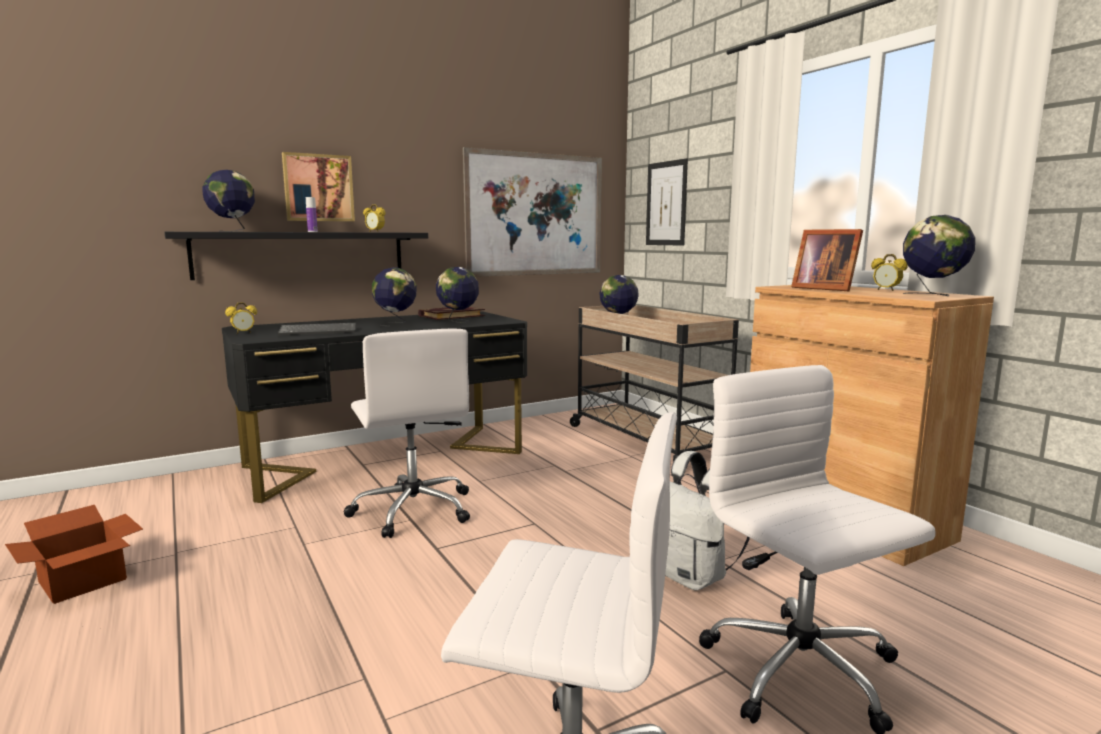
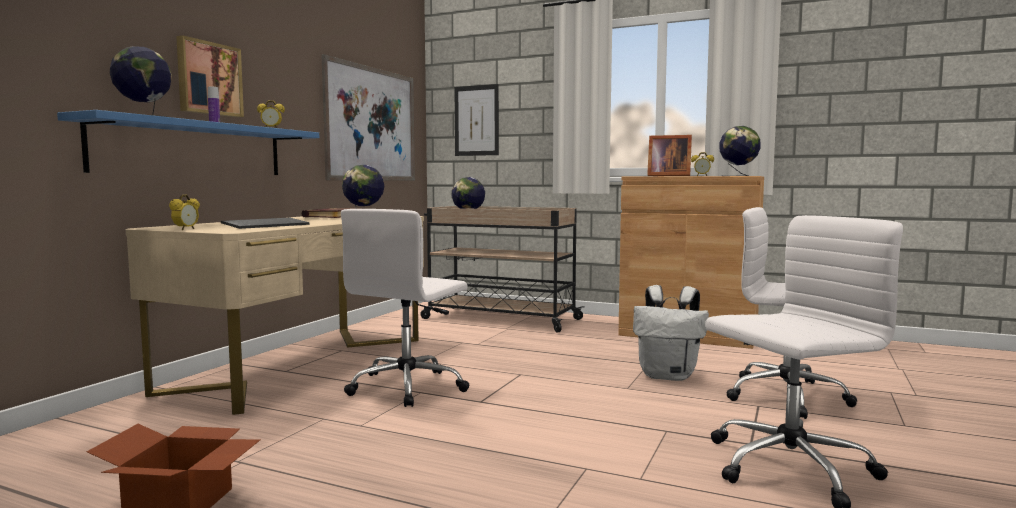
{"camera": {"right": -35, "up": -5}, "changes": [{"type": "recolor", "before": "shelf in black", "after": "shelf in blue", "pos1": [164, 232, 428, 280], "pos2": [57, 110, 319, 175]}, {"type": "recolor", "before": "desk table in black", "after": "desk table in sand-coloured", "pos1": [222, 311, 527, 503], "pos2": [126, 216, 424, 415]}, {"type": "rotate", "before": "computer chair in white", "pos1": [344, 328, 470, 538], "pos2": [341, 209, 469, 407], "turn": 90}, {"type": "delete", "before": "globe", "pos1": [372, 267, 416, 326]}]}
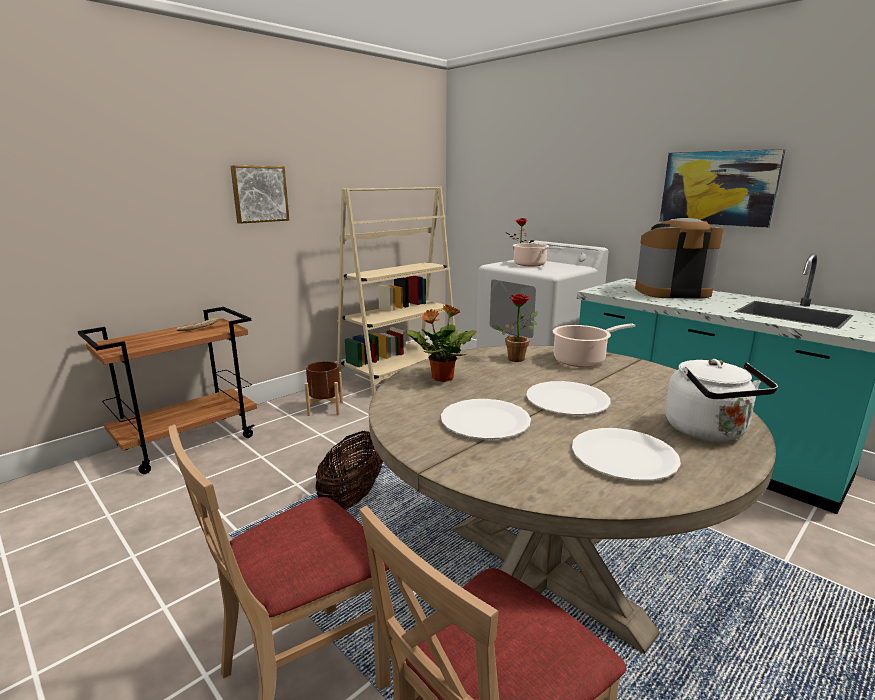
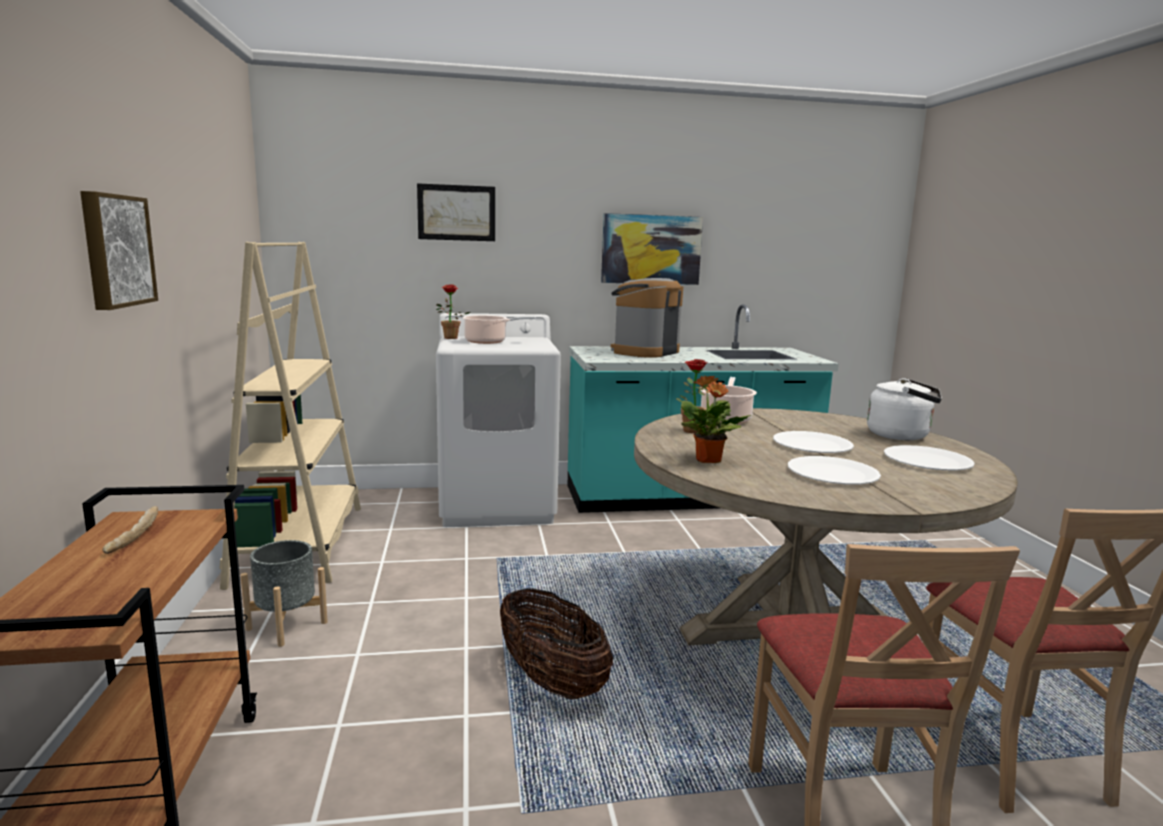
{"camera": {"right": -55, "up": -5}, "changes": [{"type": "recolor", "before": "flower pot in brown", "after": "flower pot in gray", "pos1": [305, 361, 343, 416], "pos2": [241, 540, 328, 647]}, {"type": "insert", "after": "picture", "pos2": [417, 183, 495, 241]}]}
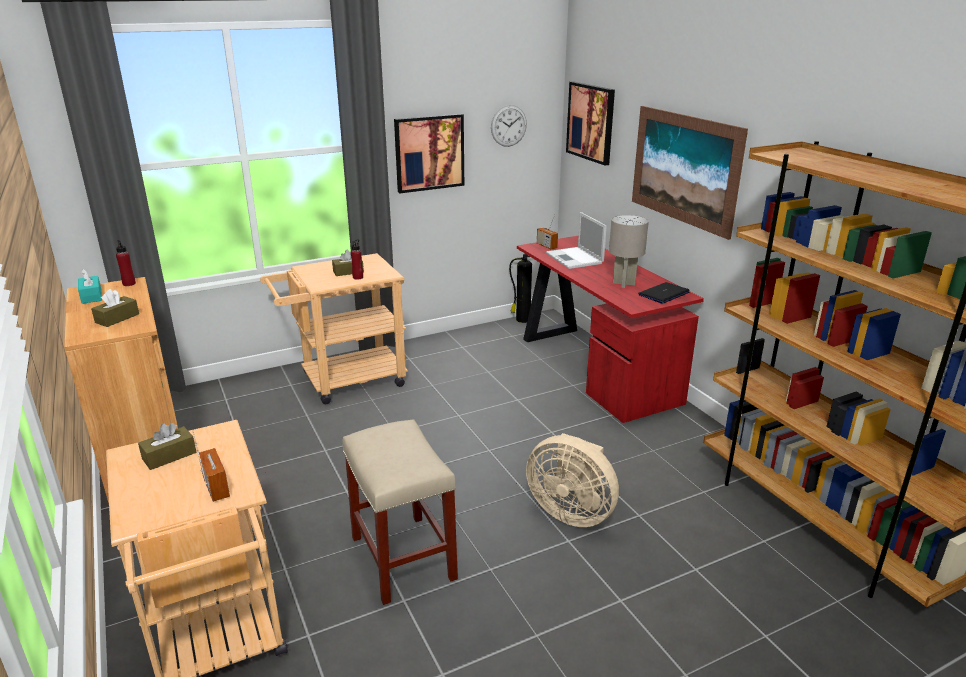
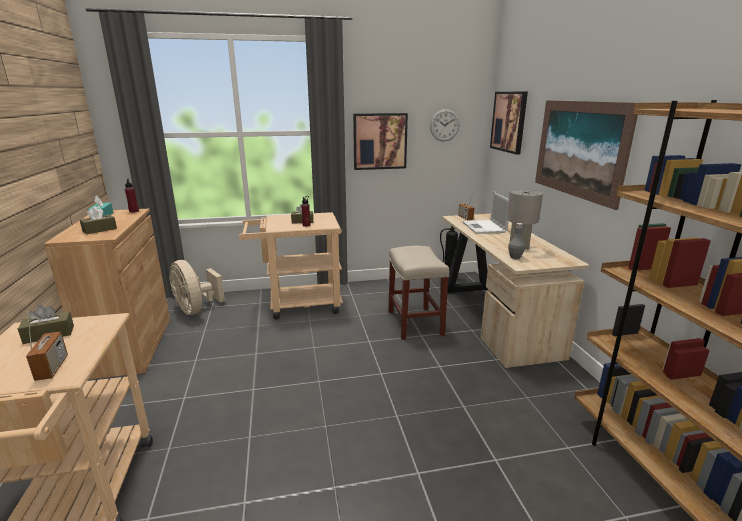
{"camera": {"right": 15, "up": -5}, "changes": [{"type": "move", "before": "fan in sand-coloured", "pos1": [526, 433, 619, 527], "pos2": [169, 260, 225, 315]}, {"type": "move", "before": "stool seat in sand-coloured", "pos1": [343, 419, 458, 605], "pos2": [388, 246, 449, 340]}, {"type": "recolor", "before": "desk table in red-coloured", "after": "desk table in sand-coloured", "pos1": [517, 236, 704, 423], "pos2": [442, 214, 590, 368]}, {"type": "insert", "after": "drink bottle in gray", "pos2": [508, 223, 525, 259]}, {"type": "delete", "before": "laptop", "pos1": [638, 282, 690, 304]}]}
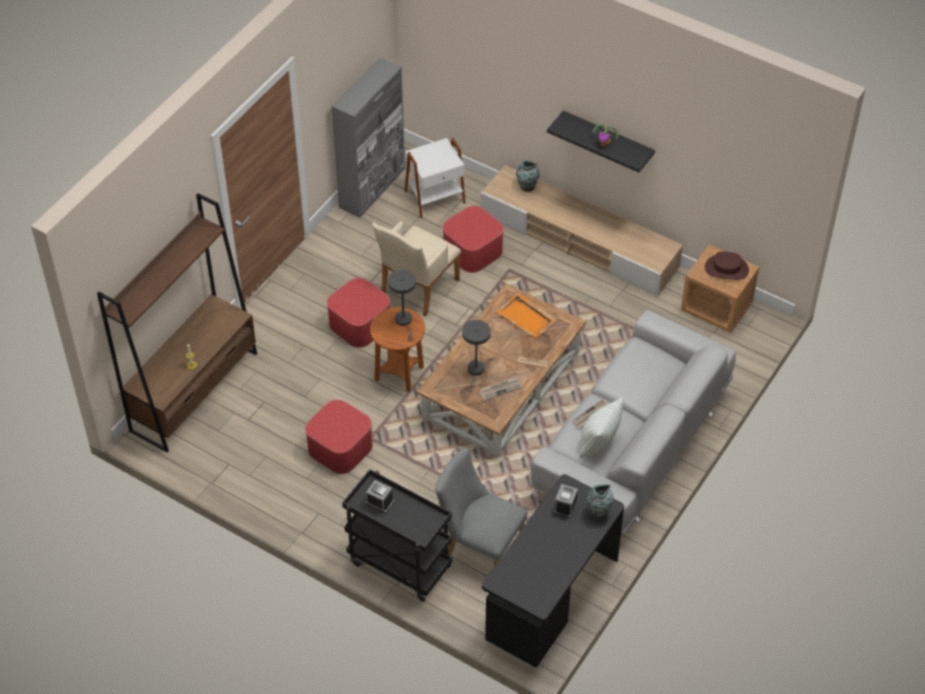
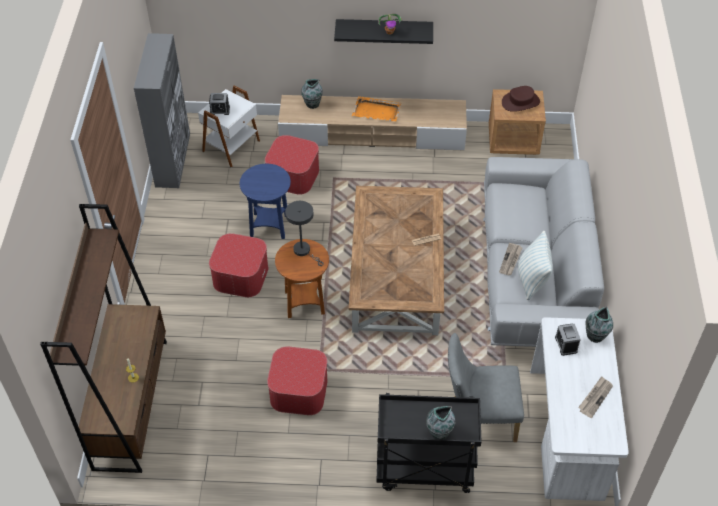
{"camera": {"right": -30, "up": 0}, "changes": [{"type": "move", "before": "alarm clock", "pos1": [366, 480, 394, 513], "pos2": [209, 93, 230, 115]}, {"type": "replace", "before": "easy chair in sand-coloured", "after": "side table in blue", "pos1": [372, 221, 461, 317], "pos2": [240, 164, 291, 239]}, {"type": "move", "before": "tray in orangey", "pos1": [497, 293, 557, 338], "pos2": [352, 96, 401, 122]}, {"type": "insert", "after": "flower vase", "pos2": [426, 406, 455, 439]}, {"type": "recolor", "before": "desk table in black", "after": "desk table in white", "pos1": [482, 474, 624, 668], "pos2": [530, 317, 629, 501]}, {"type": "move", "before": "printed paper", "pos1": [479, 376, 522, 401], "pos2": [578, 376, 613, 418]}, {"type": "delete", "before": "table lamp in gray", "pos1": [462, 320, 491, 392]}]}
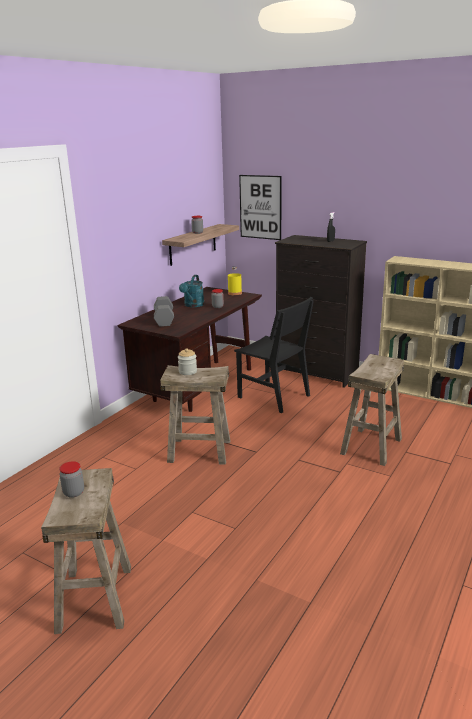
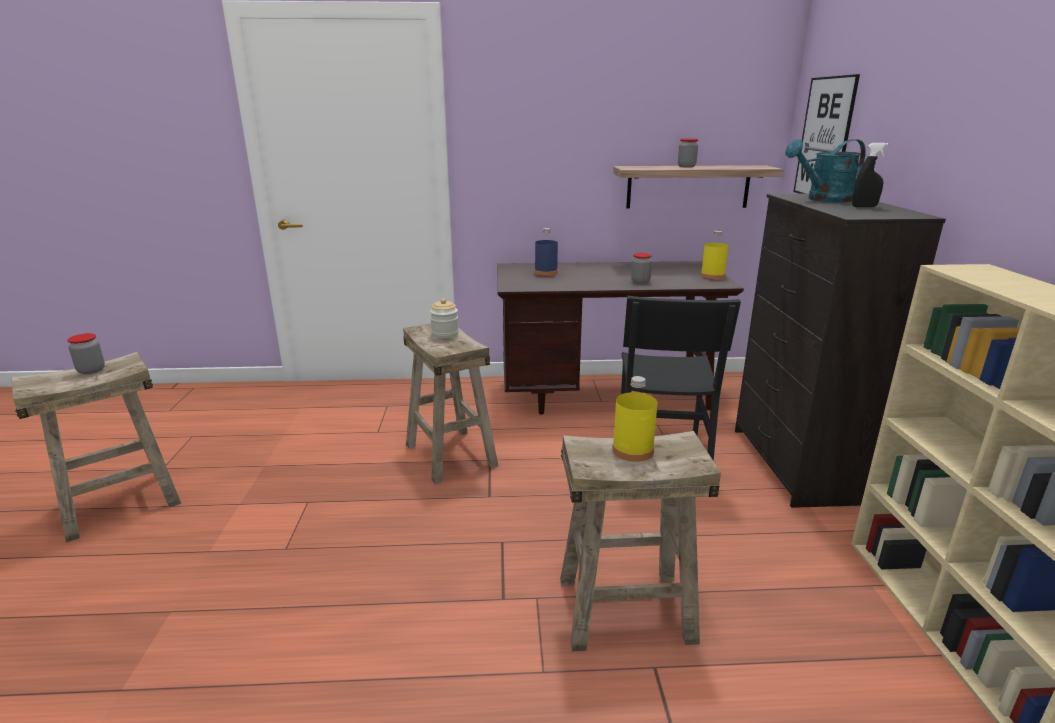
{"camera": {"right": 55, "up": 0}, "changes": [{"type": "replace", "before": "hand weight in gray", "after": "drink bottle in blue", "pos1": [154, 296, 174, 327], "pos2": [535, 228, 558, 276]}, {"type": "insert", "after": "drink bottle in yellow", "pos2": [612, 376, 658, 462]}, {"type": "move", "before": "sprinkling can in blue-green", "pos1": [179, 275, 204, 307], "pos2": [785, 139, 866, 202]}]}
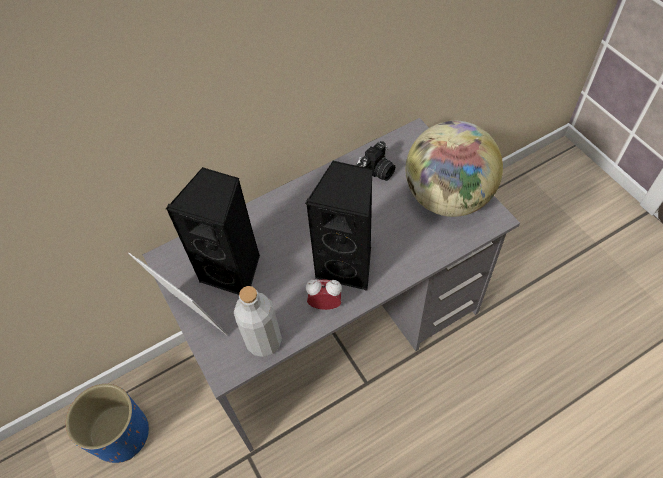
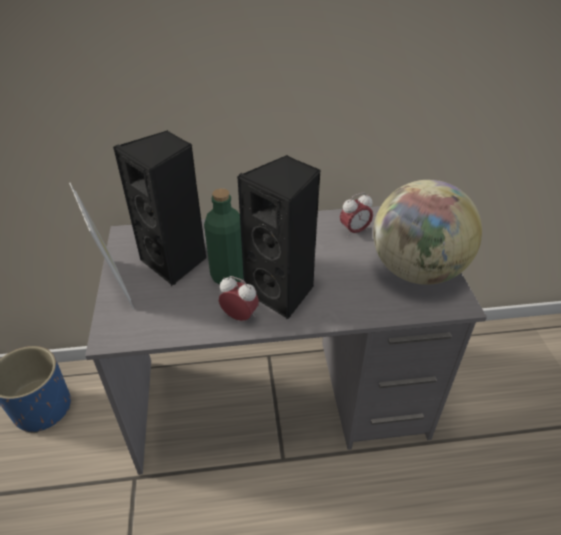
{"camera": {"right": 20, "up": -15}, "changes": [{"type": "insert", "after": "drink bottle in green", "pos2": [204, 189, 244, 285]}, {"type": "replace", "before": "photo camera", "after": "alarm clock", "pos1": [356, 141, 395, 181], "pos2": [340, 192, 373, 237]}, {"type": "delete", "before": "drink bottle in gray", "pos1": [234, 286, 282, 357]}]}
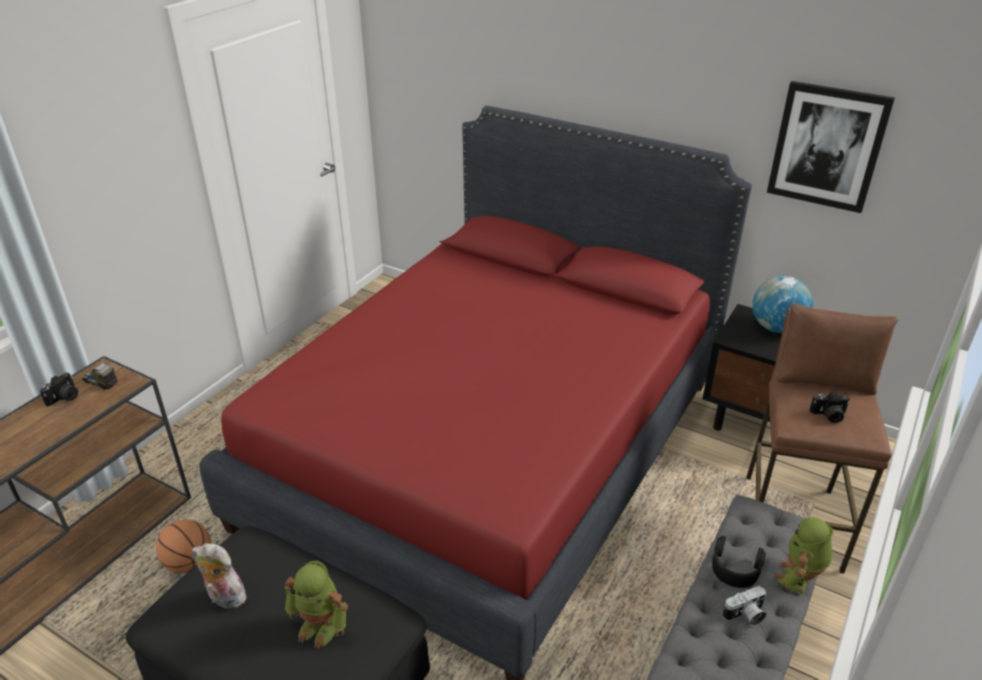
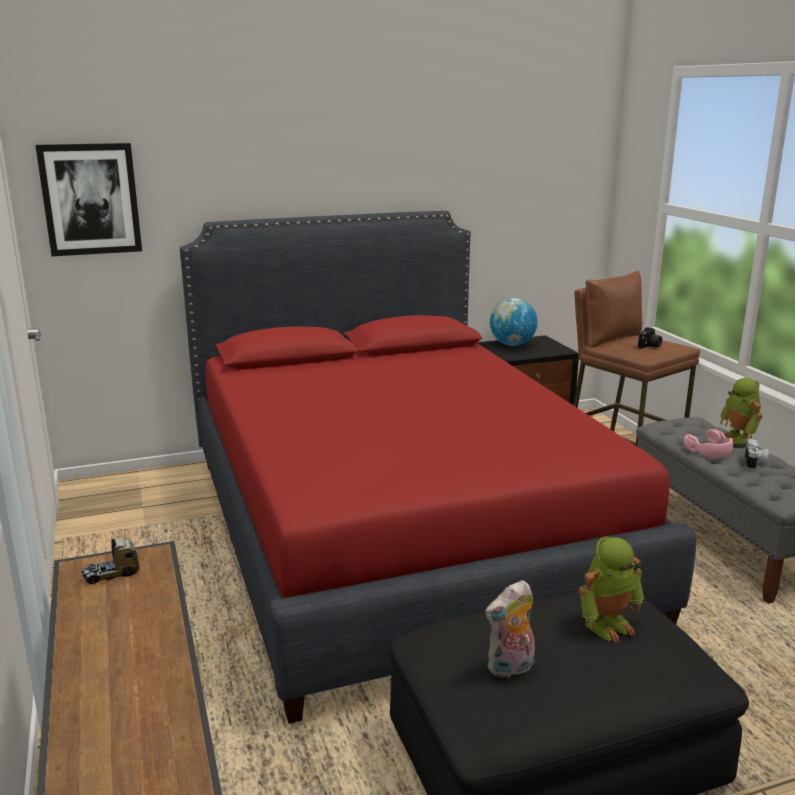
{"camera": {"right": -50, "up": -15}, "changes": [{"type": "move", "before": "picture", "pos1": [767, 81, 895, 213], "pos2": [35, 143, 142, 256]}, {"type": "recolor", "before": "headphones in black", "after": "headphones in pinkish", "pos1": [712, 536, 766, 588], "pos2": [684, 429, 733, 458]}, {"type": "delete", "before": "photo camera", "pos1": [40, 373, 78, 406]}, {"type": "delete", "before": "basketball ball", "pos1": [156, 520, 211, 573]}]}
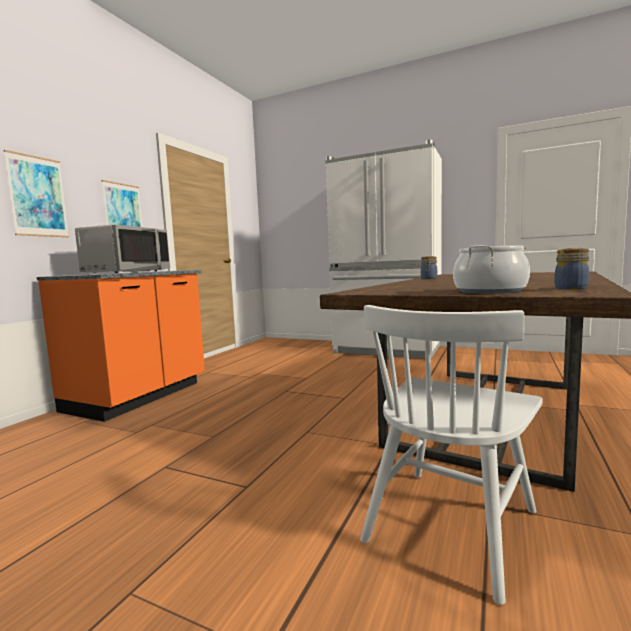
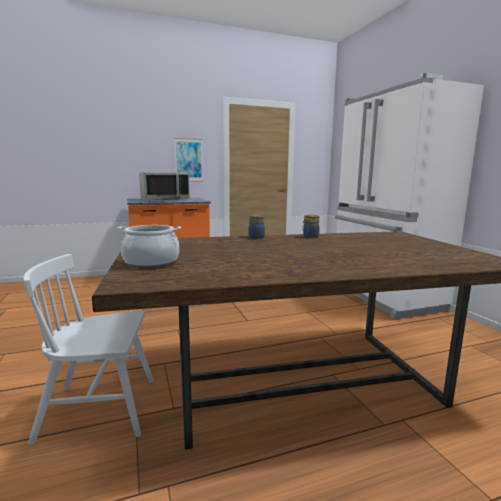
{"camera": {"right": 45, "up": 5}, "changes": [{"type": "move", "before": "storage jar", "pos1": [554, 248, 589, 289], "pos2": [248, 215, 265, 239]}, {"type": "delete", "before": "picture", "pos1": [4, 150, 69, 237]}]}
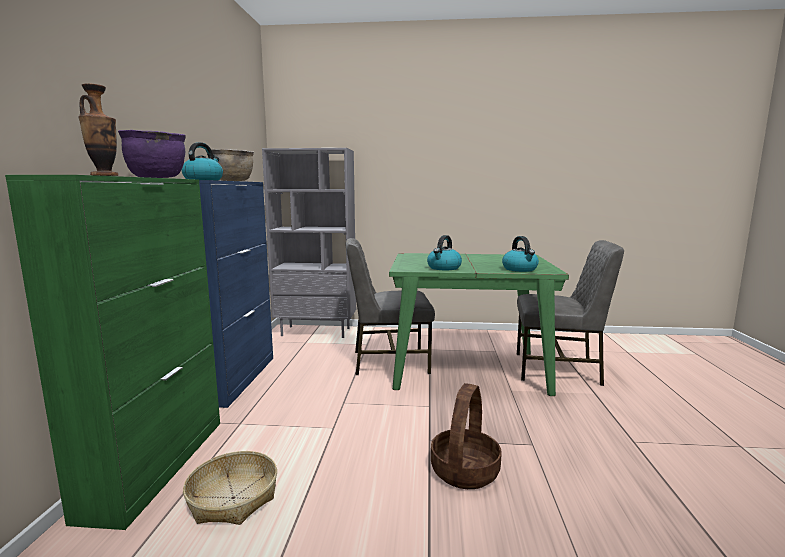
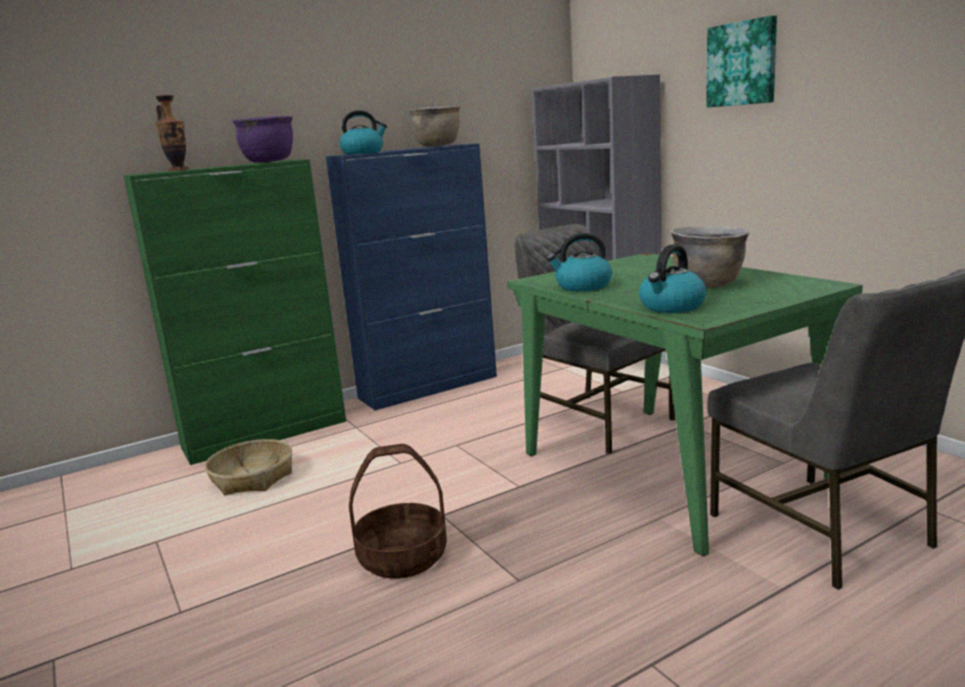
{"camera": {"right": 55, "up": 5}, "changes": [{"type": "insert", "after": "cooking pot in brown", "pos2": [671, 226, 750, 288]}, {"type": "insert", "after": "picture", "pos2": [706, 15, 777, 108]}]}
